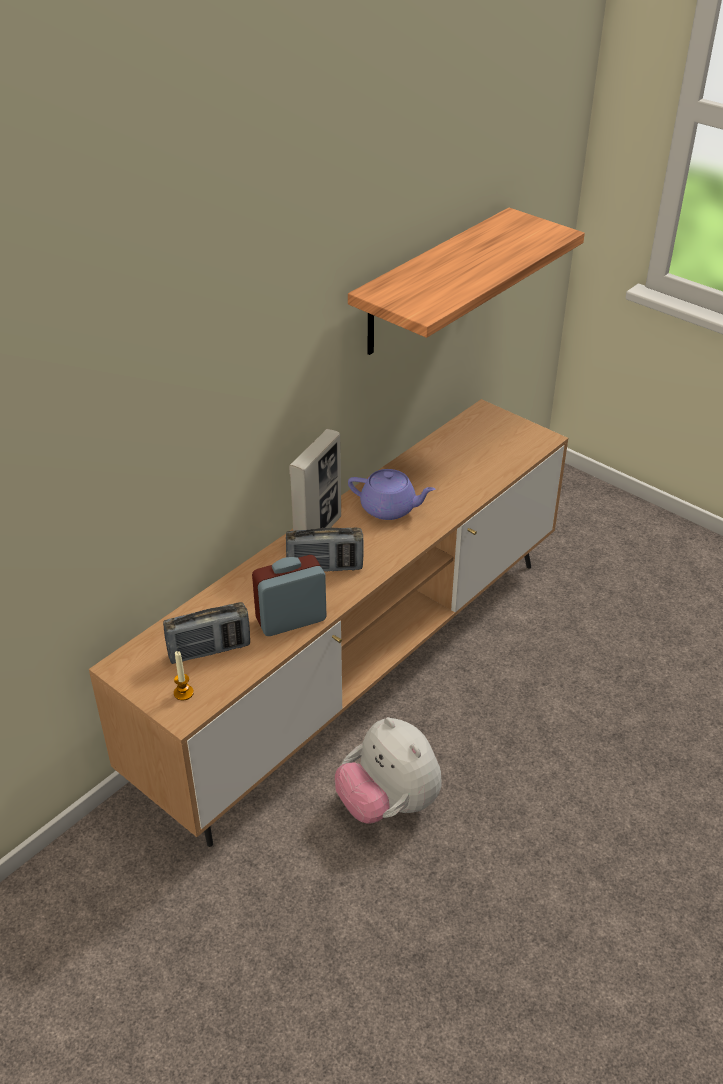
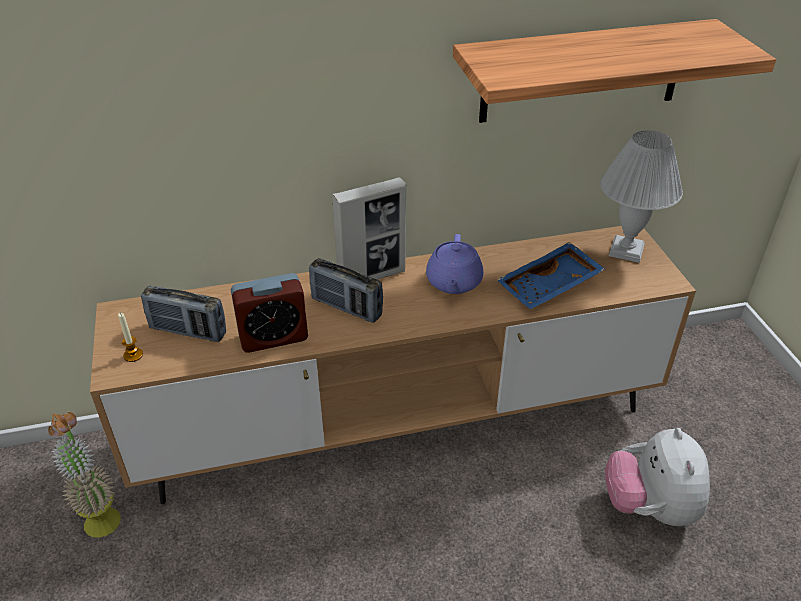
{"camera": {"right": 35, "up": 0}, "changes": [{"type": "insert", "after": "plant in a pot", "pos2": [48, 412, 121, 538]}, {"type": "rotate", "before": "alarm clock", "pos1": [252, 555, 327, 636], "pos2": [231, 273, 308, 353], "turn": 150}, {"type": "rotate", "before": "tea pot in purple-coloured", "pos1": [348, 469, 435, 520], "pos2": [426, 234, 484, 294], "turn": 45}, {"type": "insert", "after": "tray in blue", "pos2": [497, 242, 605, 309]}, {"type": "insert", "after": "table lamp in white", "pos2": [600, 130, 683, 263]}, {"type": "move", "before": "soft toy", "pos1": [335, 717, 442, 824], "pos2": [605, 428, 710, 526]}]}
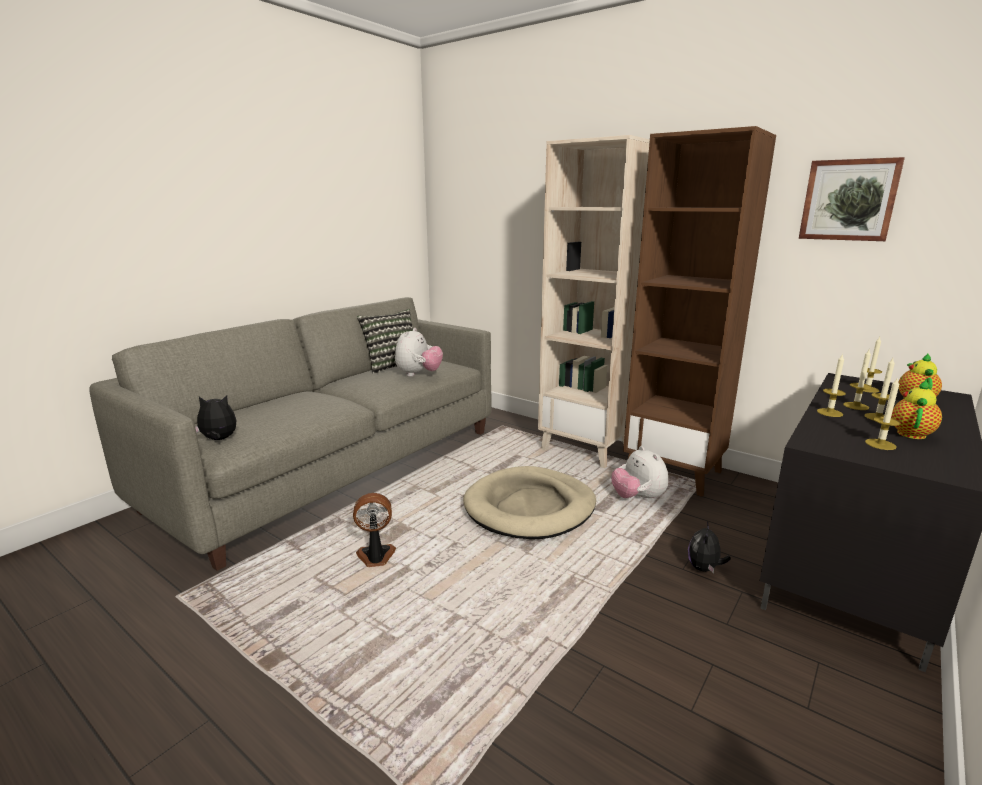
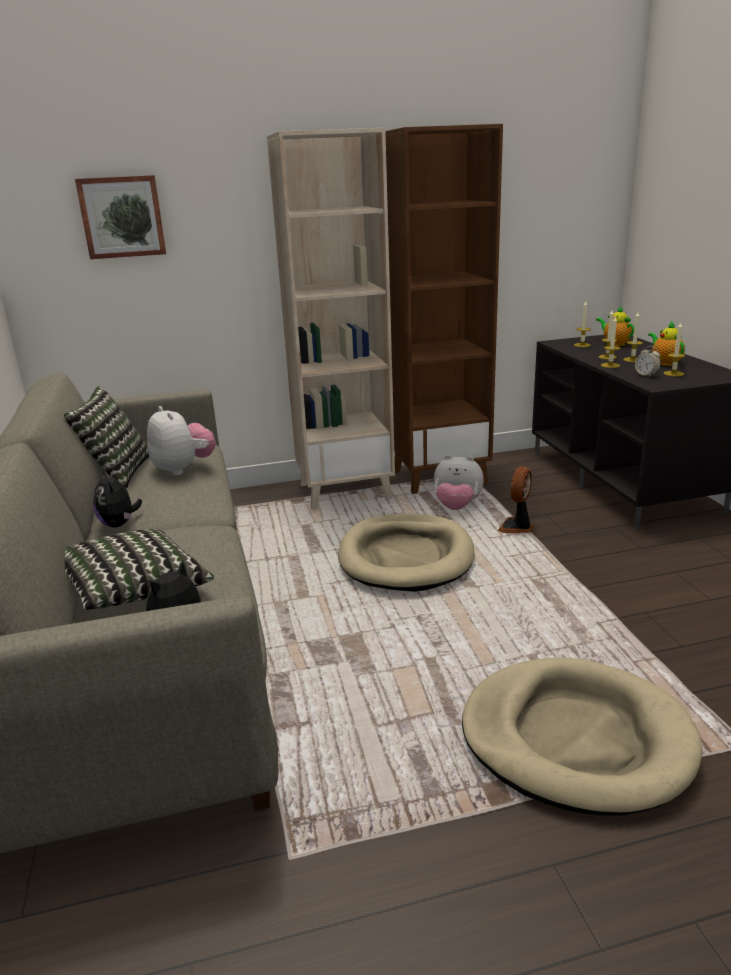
{"camera": {"right": -50, "up": 5}, "changes": [{"type": "insert", "after": "throw pillow", "pos2": [65, 529, 214, 610]}, {"type": "move", "before": "picture", "pos1": [799, 157, 905, 241], "pos2": [75, 175, 166, 259]}, {"type": "move", "before": "soft toy", "pos1": [688, 521, 731, 573], "pos2": [93, 471, 142, 527]}, {"type": "insert", "after": "dog bed in sand-coloured", "pos2": [462, 658, 703, 816]}, {"type": "move", "before": "fan", "pos1": [353, 493, 396, 567], "pos2": [498, 466, 534, 533]}, {"type": "insert", "after": "alarm clock", "pos2": [635, 346, 661, 377]}]}
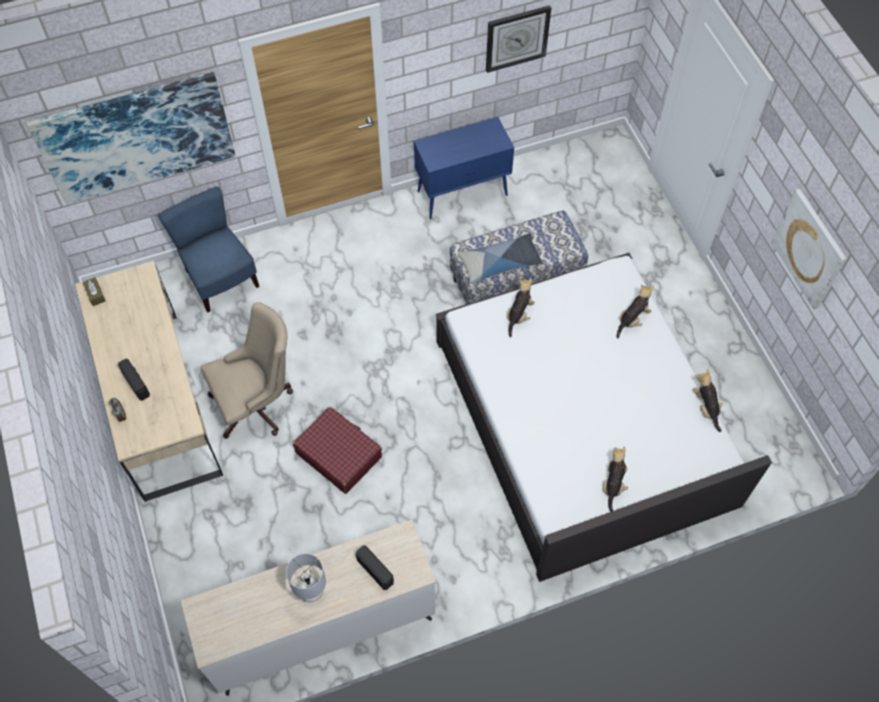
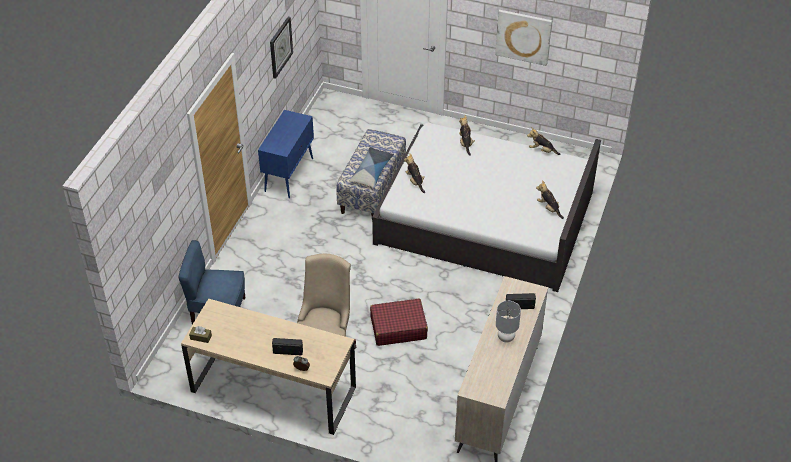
{"camera": {"right": -50, "up": -15}, "changes": [{"type": "delete", "before": "picture", "pos1": [27, 72, 236, 204]}]}
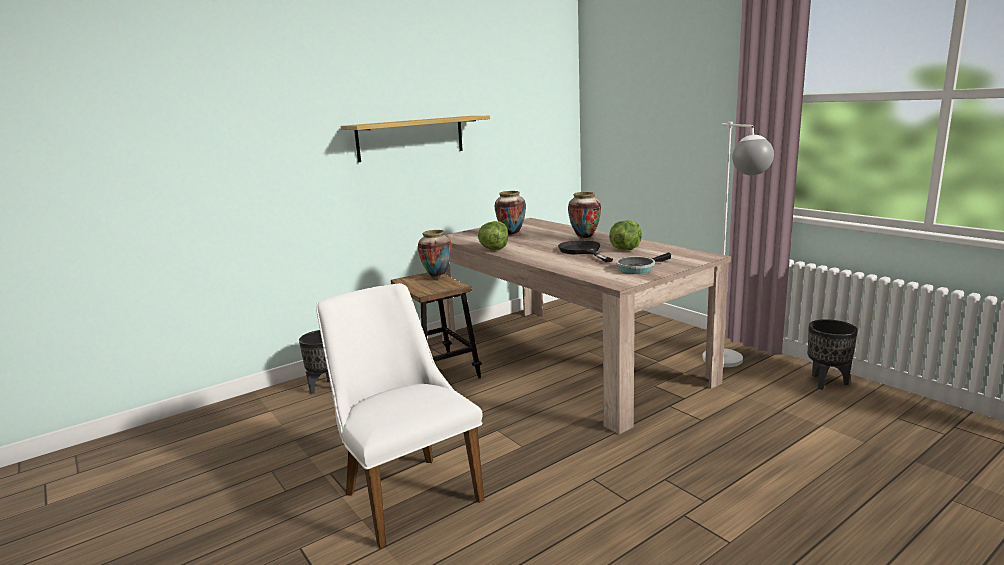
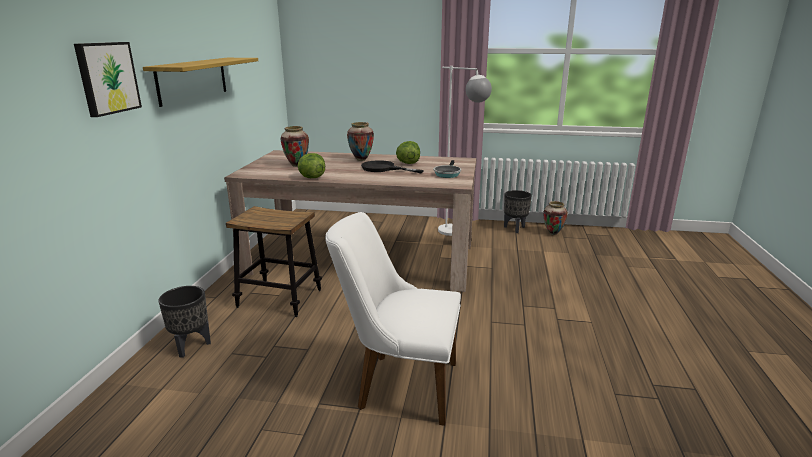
{"camera": {"right": -45, "up": 5}, "changes": [{"type": "insert", "after": "picture", "pos2": [74, 42, 142, 117]}, {"type": "move", "before": "flower vase", "pos1": [418, 230, 452, 279], "pos2": [544, 201, 568, 235]}]}
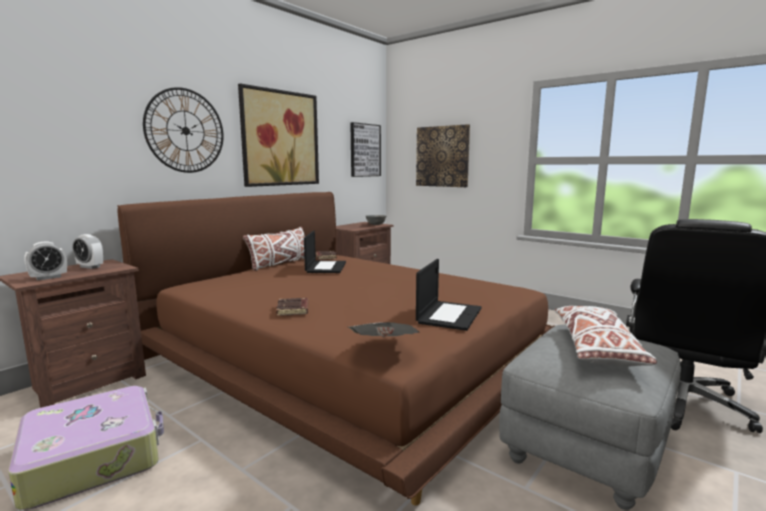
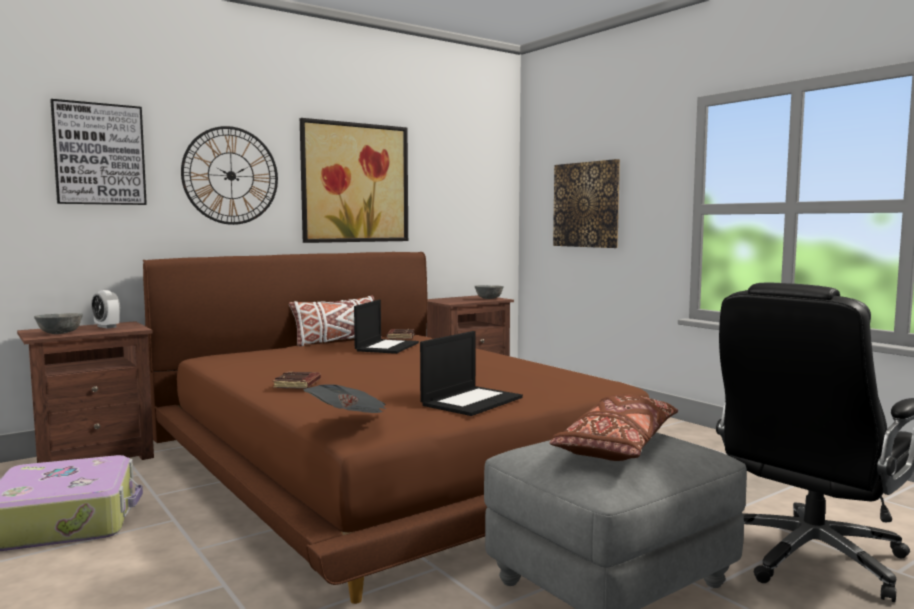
{"camera": {"right": 15, "up": -5}, "changes": [{"type": "replace", "before": "alarm clock", "after": "deep dish in gray", "pos1": [24, 241, 67, 280], "pos2": [34, 313, 83, 334]}, {"type": "move", "before": "picture", "pos1": [350, 122, 381, 177], "pos2": [50, 99, 147, 205]}, {"type": "recolor", "before": "throw pillow in white", "after": "throw pillow in brown", "pos1": [555, 306, 657, 366], "pos2": [550, 394, 678, 461]}]}
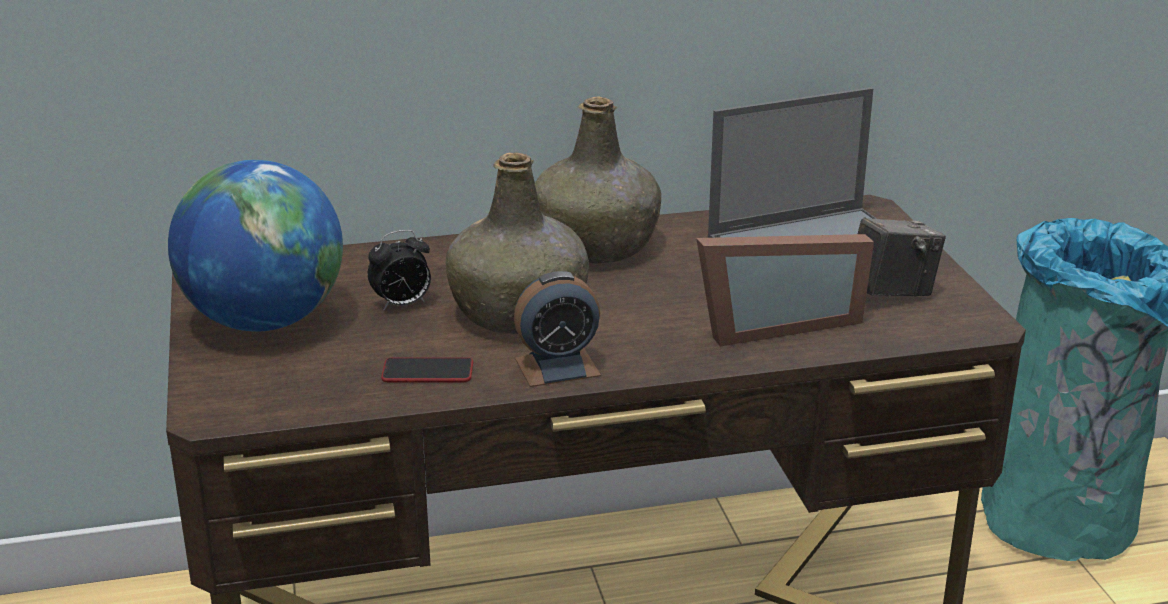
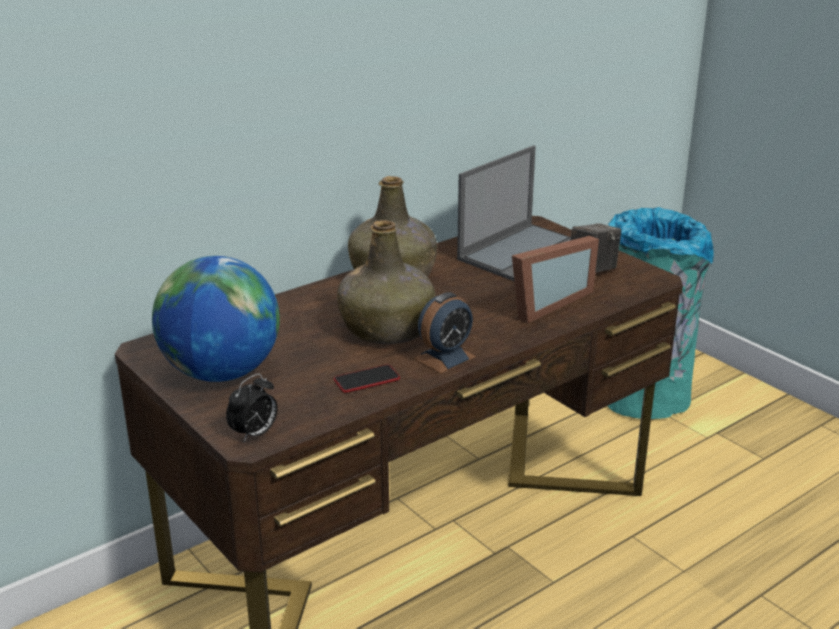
{"camera": {"right": -25, "up": 0}, "changes": [{"type": "move", "before": "alarm clock", "pos1": [368, 230, 431, 310], "pos2": [226, 374, 278, 443]}]}
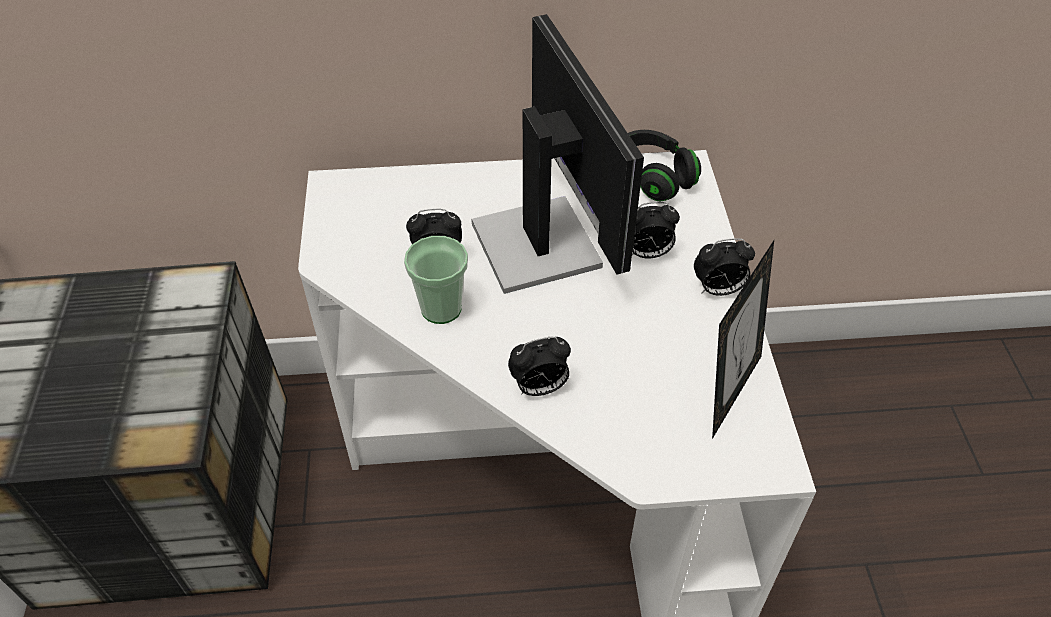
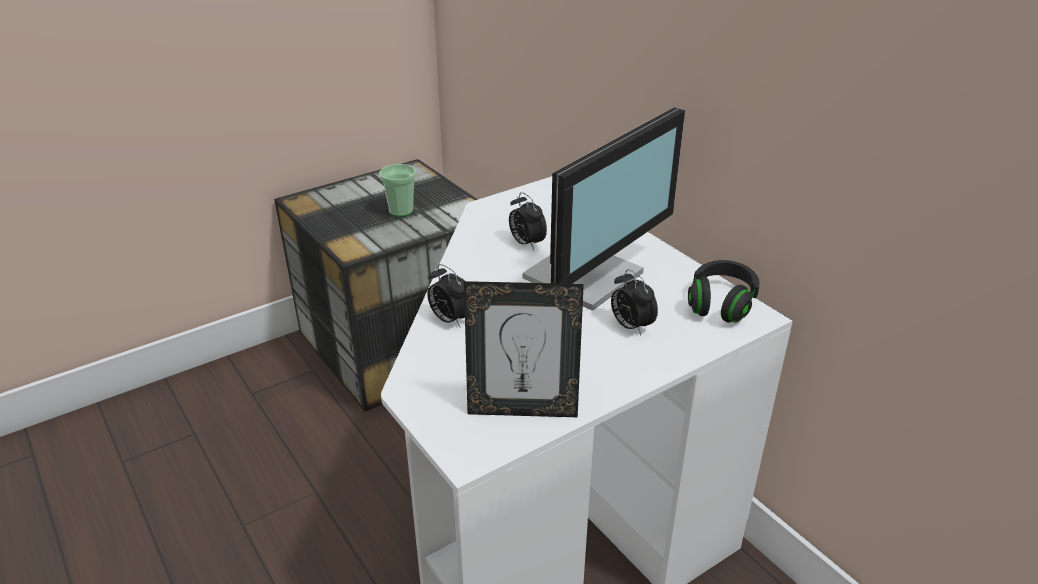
{"camera": {"right": 60, "up": -15}, "changes": [{"type": "move", "before": "cup", "pos1": [404, 236, 468, 324], "pos2": [379, 164, 416, 217]}, {"type": "delete", "before": "alarm clock", "pos1": [694, 238, 755, 296]}]}
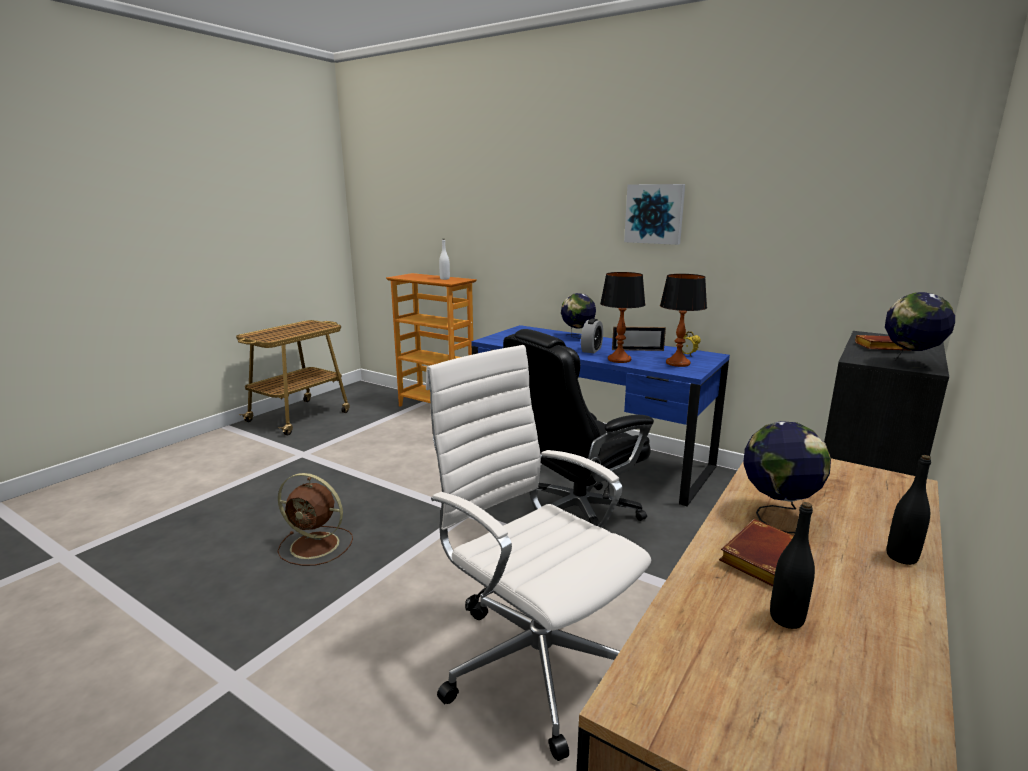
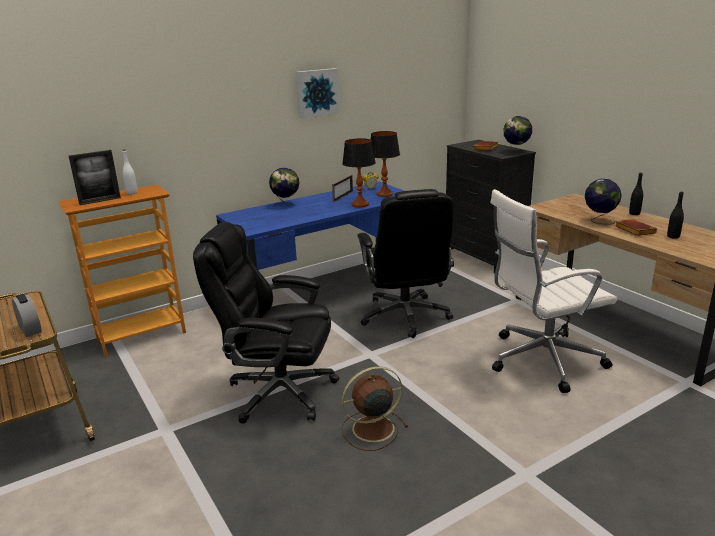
{"camera": {"right": -65, "up": 5}, "changes": [{"type": "move", "before": "alarm clock", "pos1": [581, 319, 603, 353], "pos2": [12, 294, 42, 337]}, {"type": "insert", "after": "picture frame", "pos2": [69, 150, 121, 205]}, {"type": "insert", "after": "computer chair in black", "pos2": [193, 222, 340, 424]}, {"type": "rotate", "before": "fan in brown", "pos1": [277, 473, 353, 566], "pos2": [341, 366, 408, 451], "turn": -150}]}
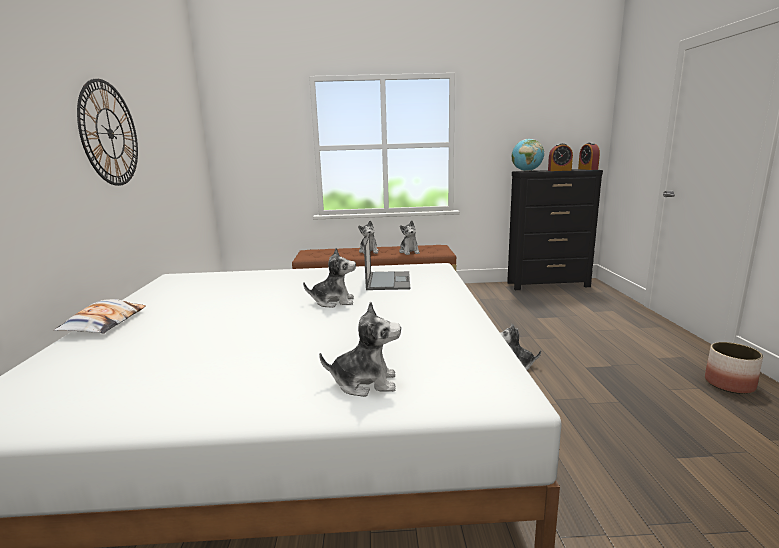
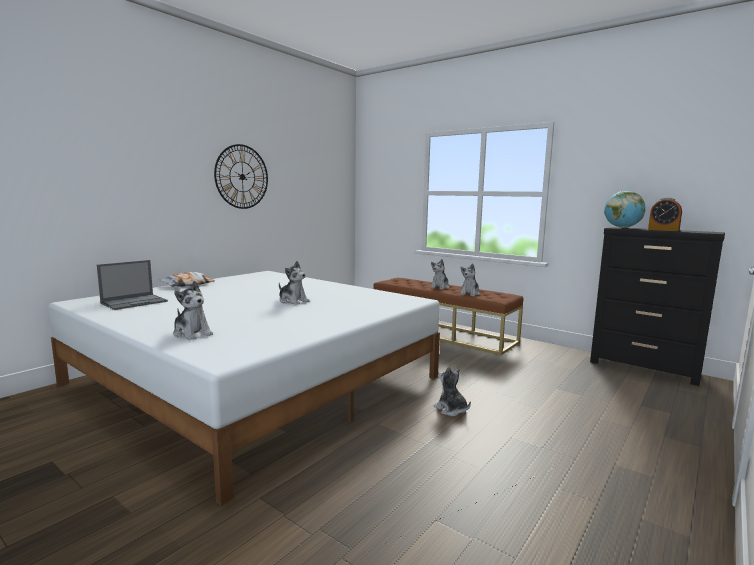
{"camera": {"right": 40, "up": -5}, "changes": [{"type": "move", "before": "laptop", "pos1": [364, 233, 410, 290], "pos2": [97, 260, 168, 310]}, {"type": "delete", "before": "alarm clock", "pos1": [578, 142, 600, 170]}, {"type": "delete", "before": "flower pot", "pos1": [705, 342, 763, 394]}]}
